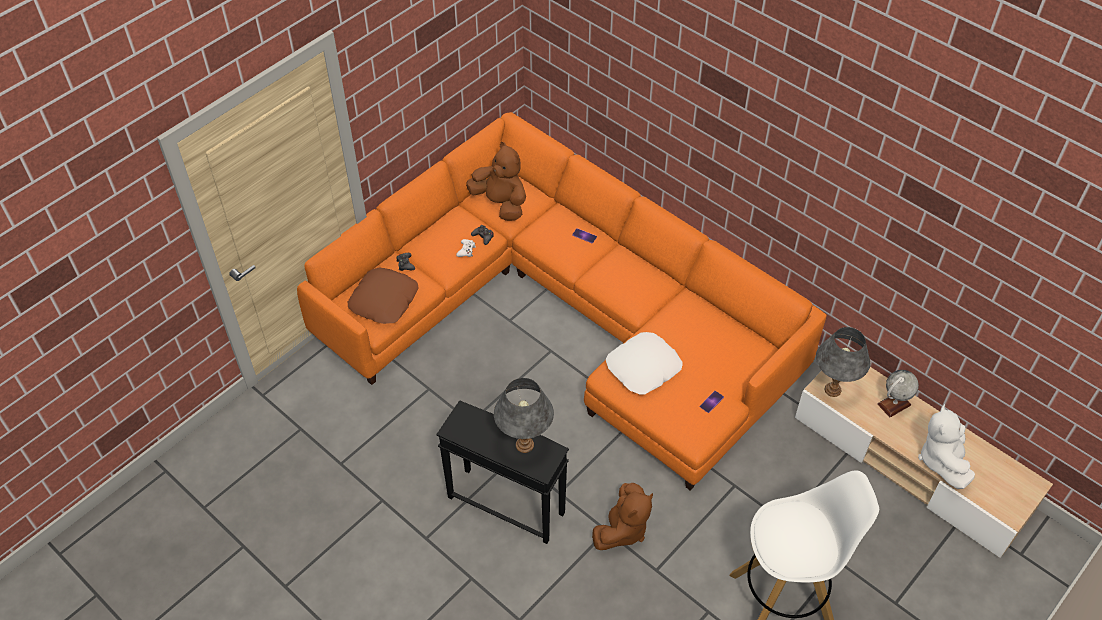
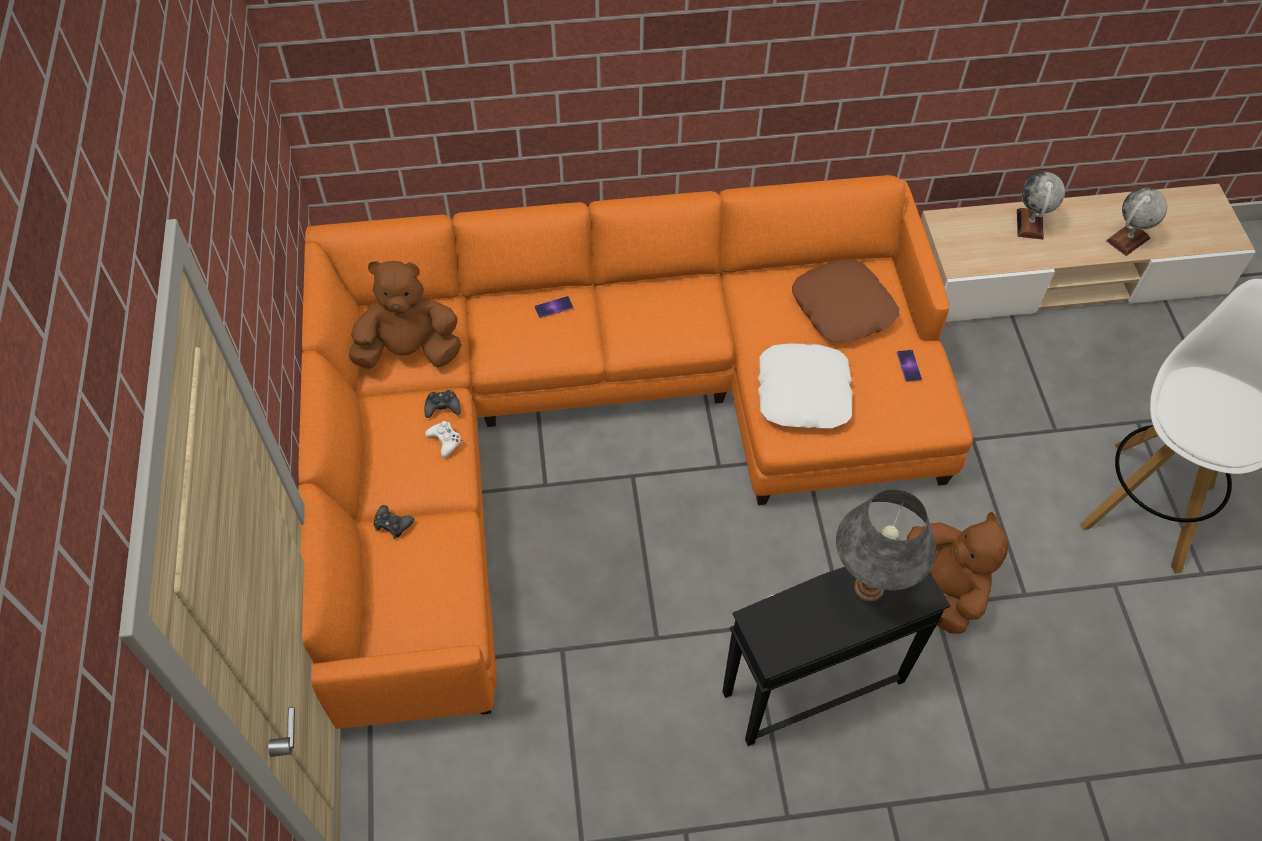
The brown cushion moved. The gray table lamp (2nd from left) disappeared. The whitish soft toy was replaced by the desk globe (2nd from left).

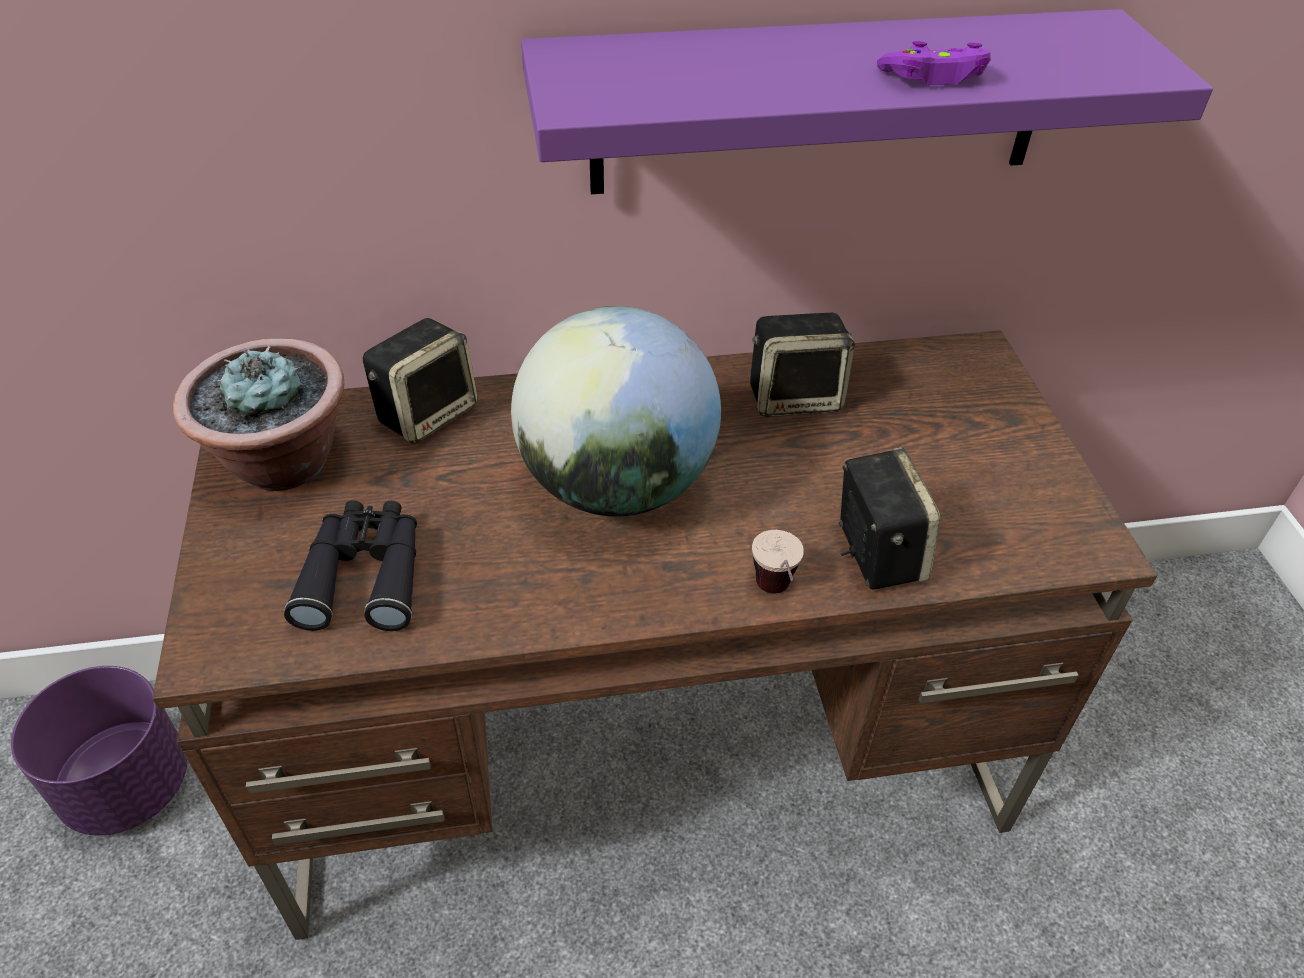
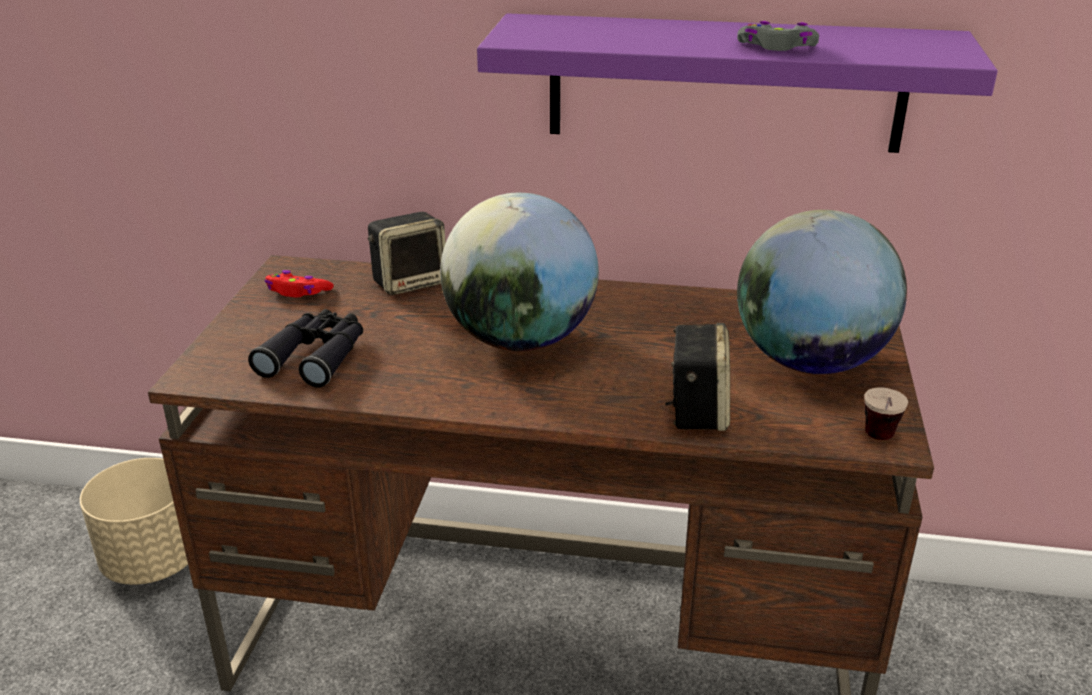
The purple plant pot became the beige-coloured plant pot. The houseplant was replaced by the red-coloured game controller. The audio speaker (2nd from left) disappeared. The small cup moved. The purple game controller became the gray game controller. The desk globe (2nd from left) appeared.

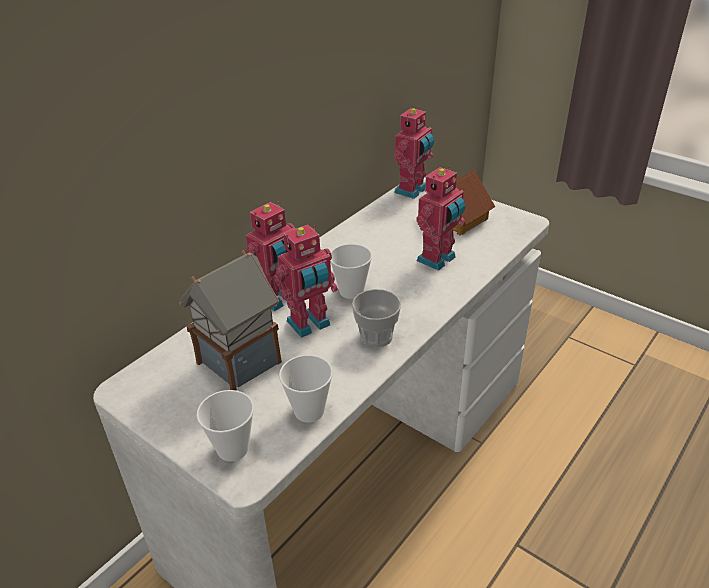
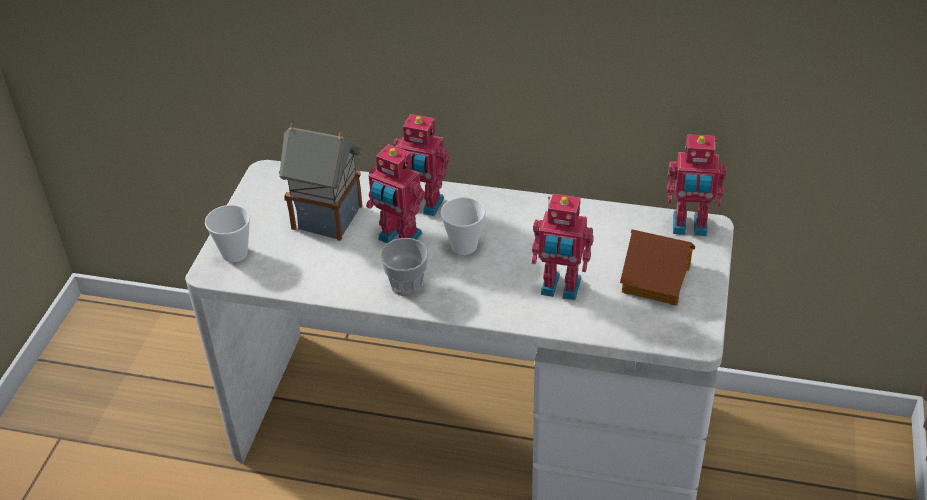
The small cup (2nd from left) disappeared.

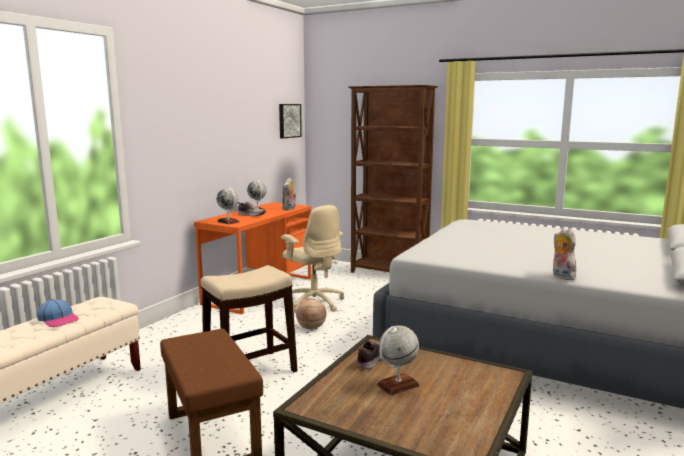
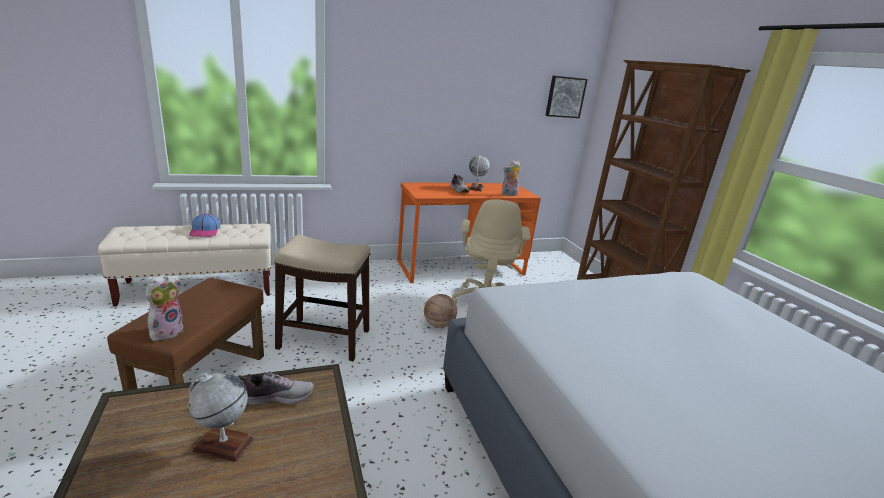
The desk globe (1st from left) disappeared. The soft toy (2nd from left in the first image) moved.

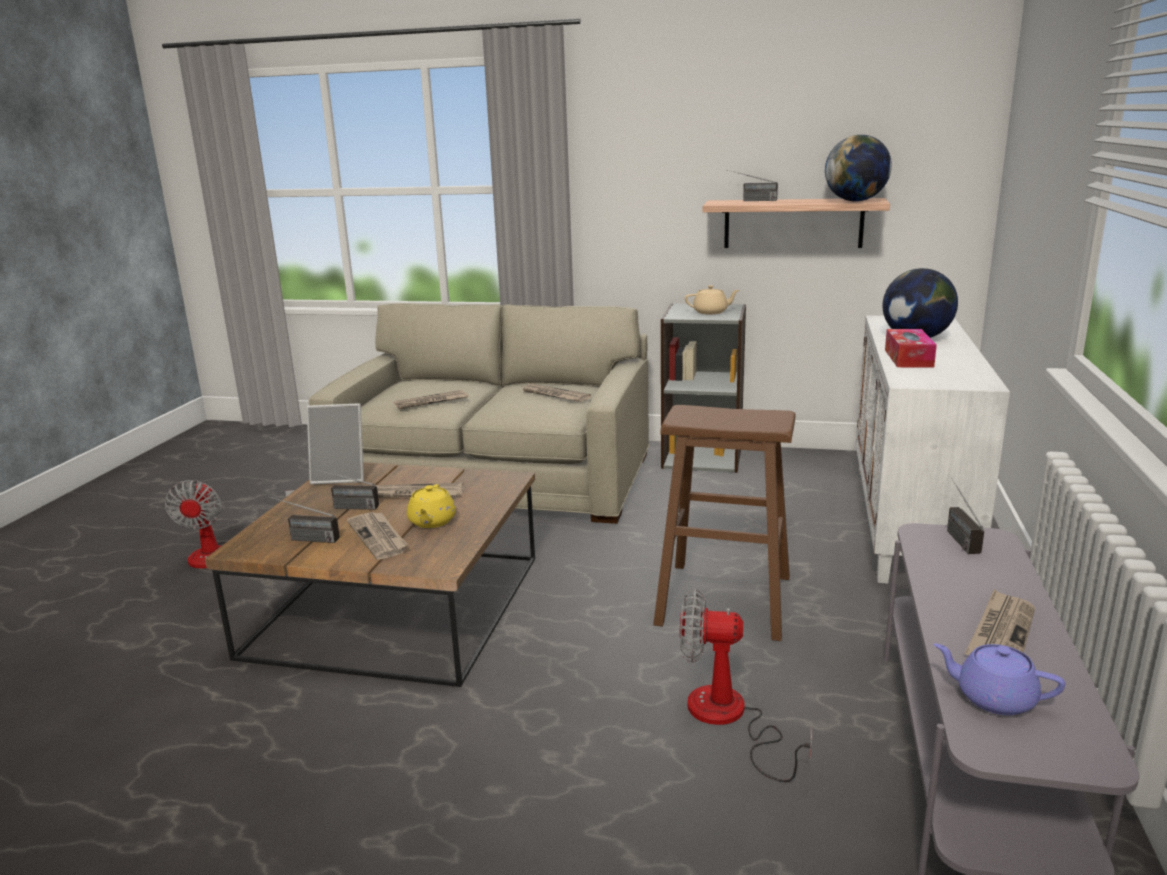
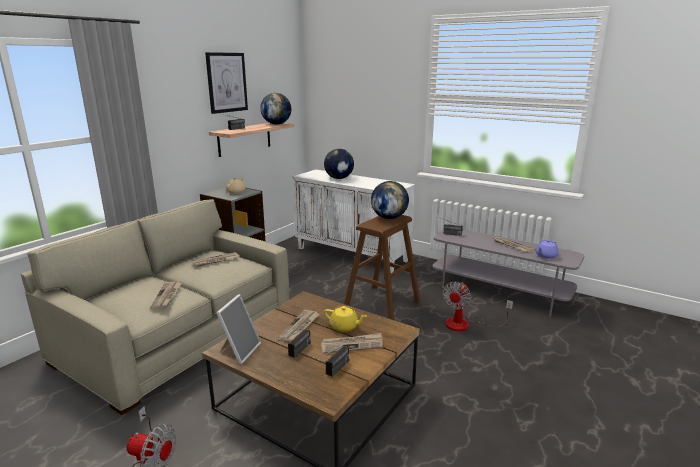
The box of tissues disappeared. The wall art appeared. The desk globe (3rd from left) appeared.

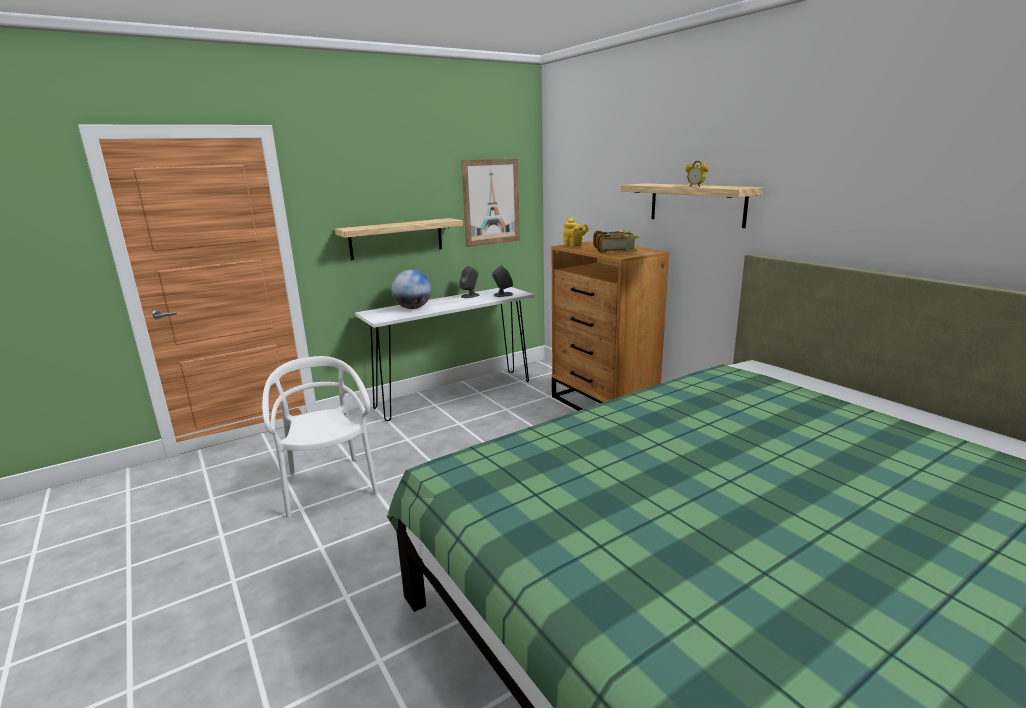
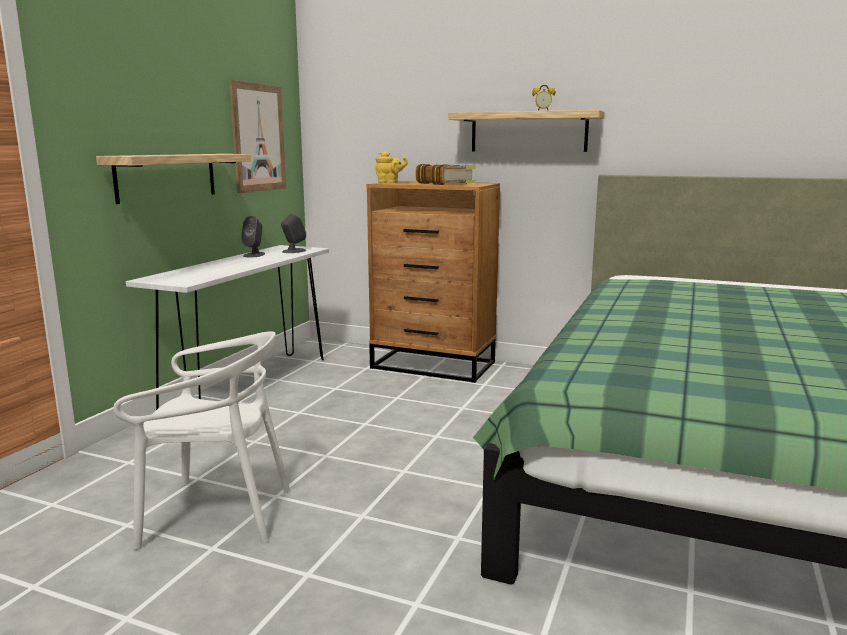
The whitish upright chair turned 150 degrees clockwise. The desk globe disappeared.

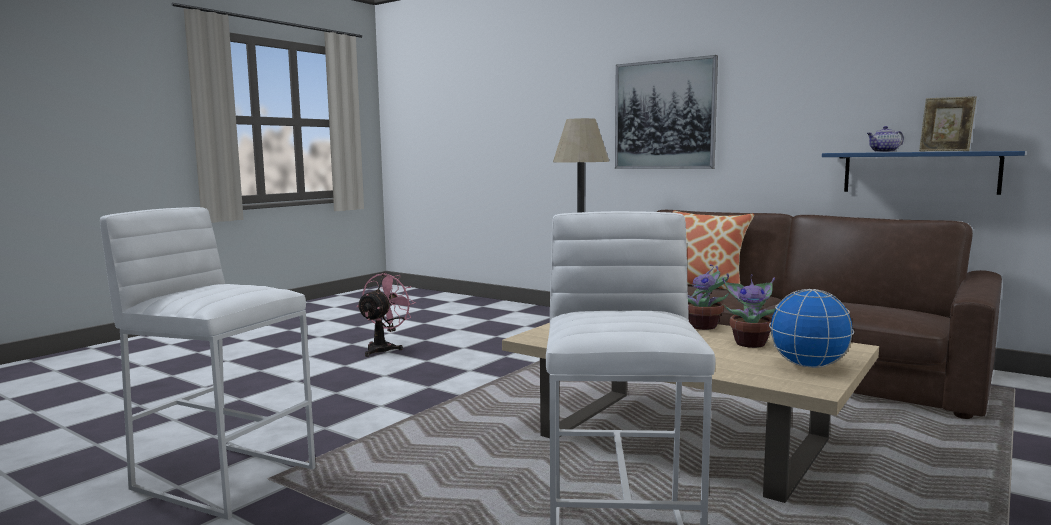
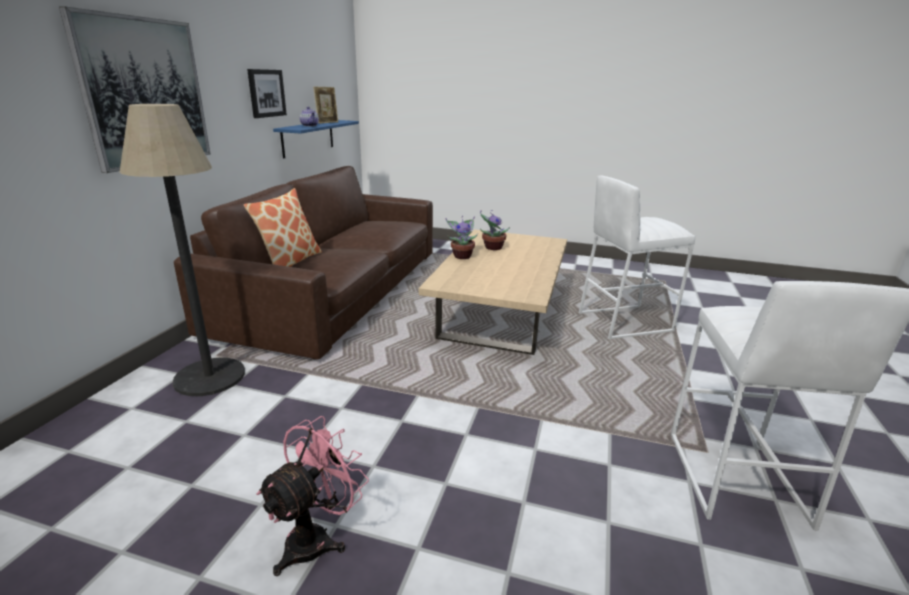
The pink electric fan turned 120 degrees clockwise. The desk globe disappeared. The wall art (2nd from left) appeared.

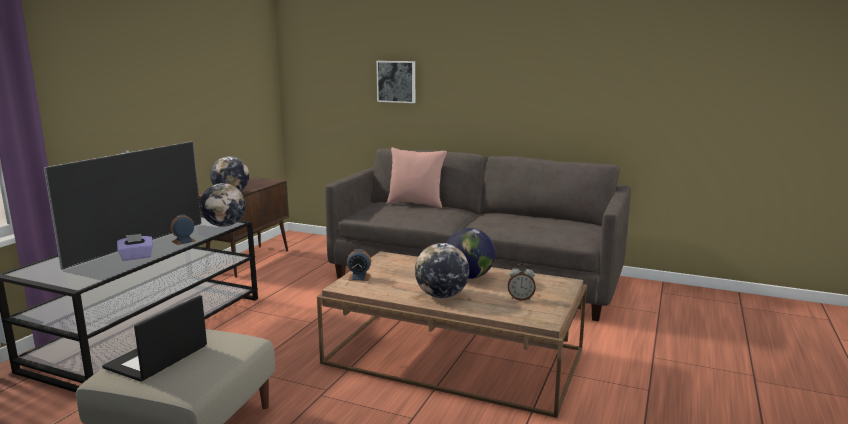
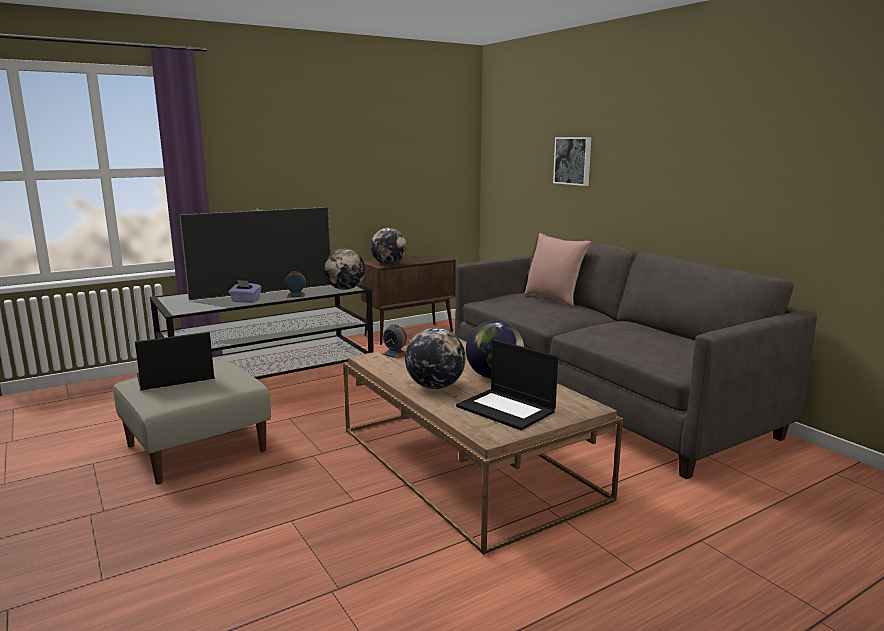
The table clock (3rd from left) was replaced by the laptop (2nd from left).

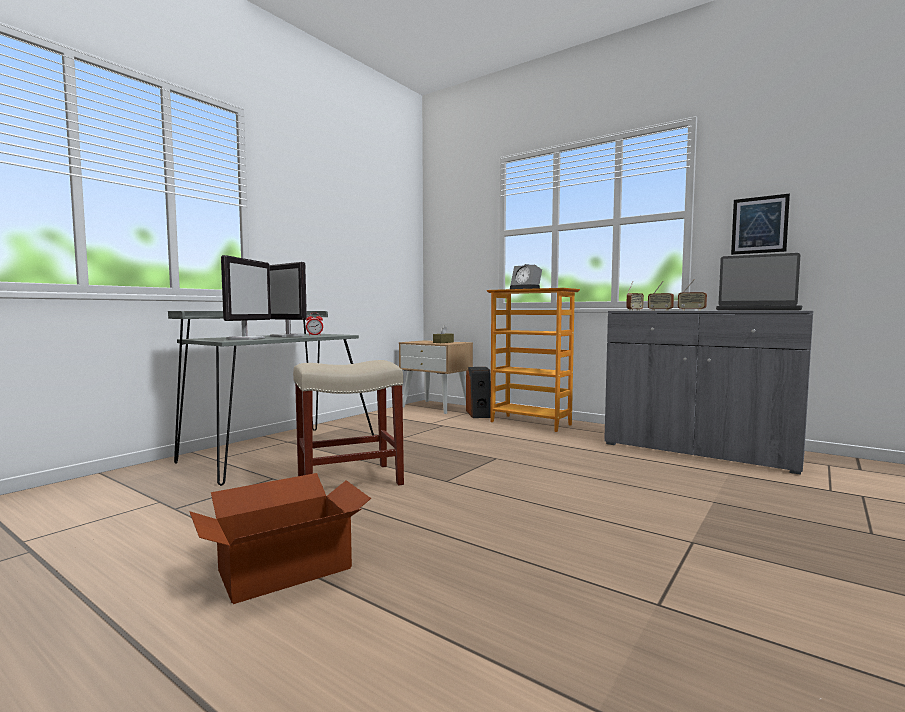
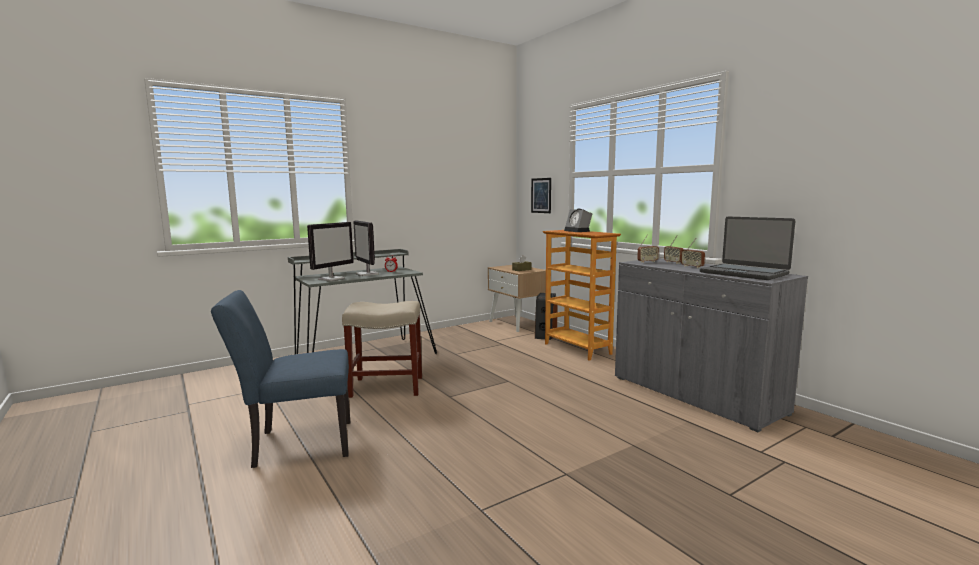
The packing box was replaced by the bluish upright chair. The wall art moved.

